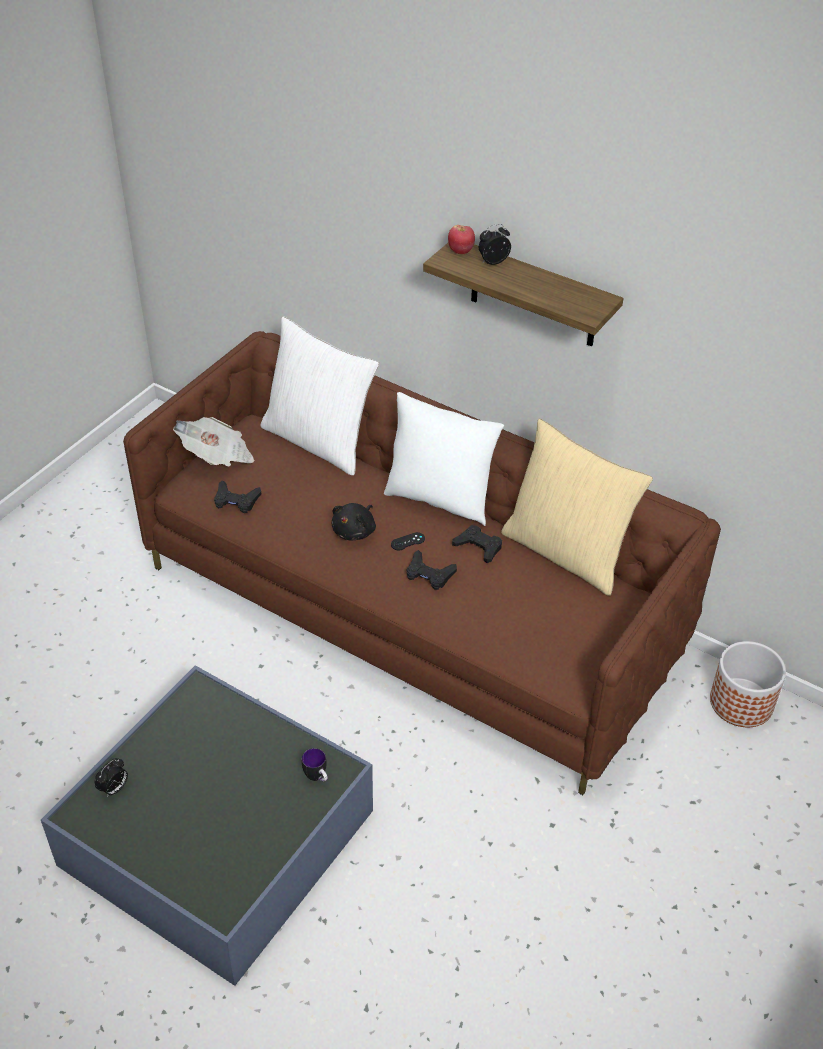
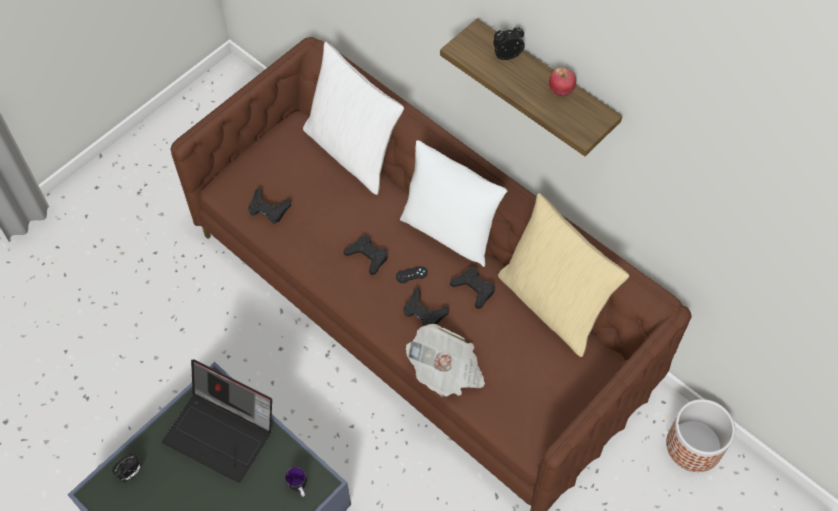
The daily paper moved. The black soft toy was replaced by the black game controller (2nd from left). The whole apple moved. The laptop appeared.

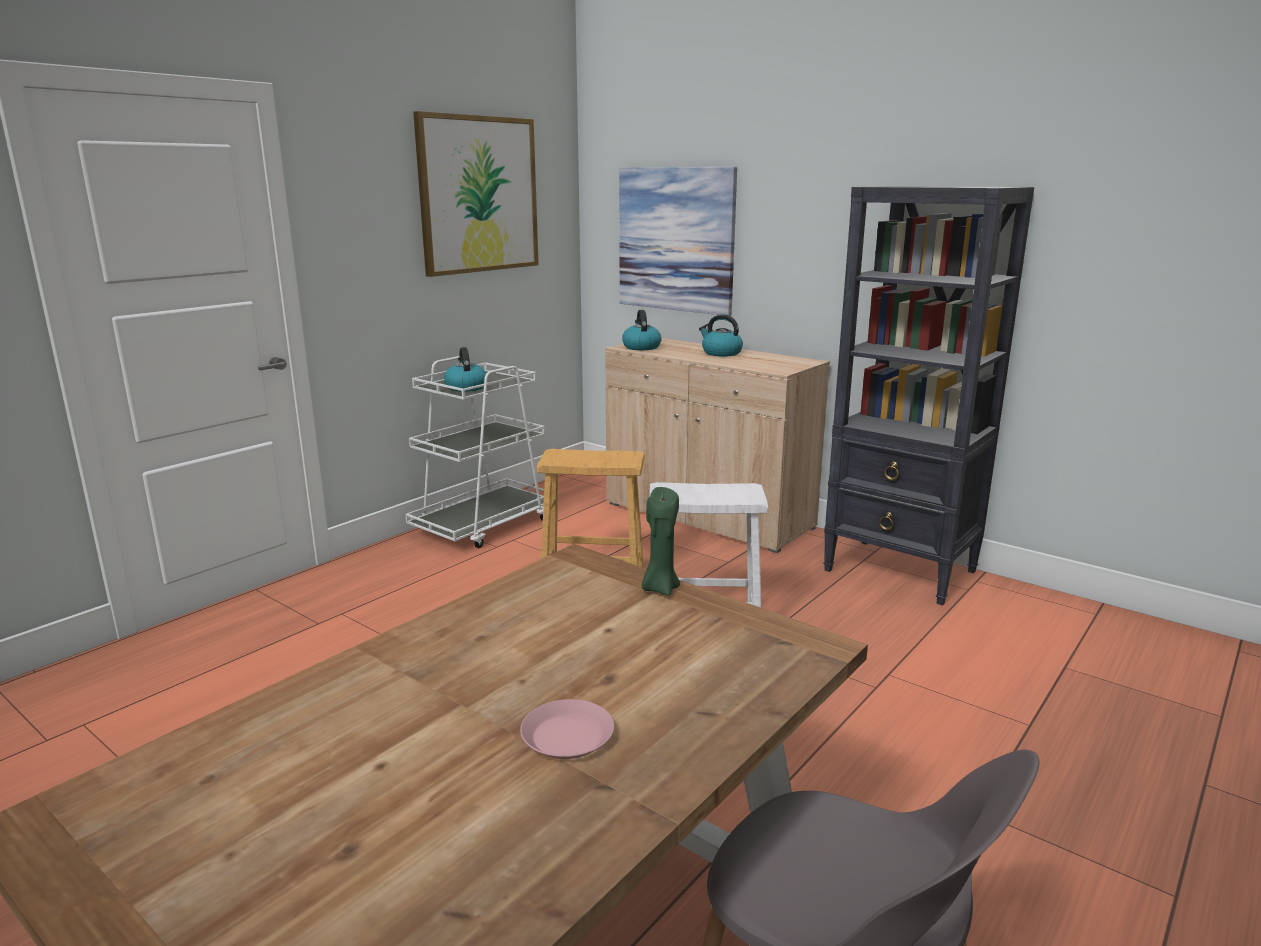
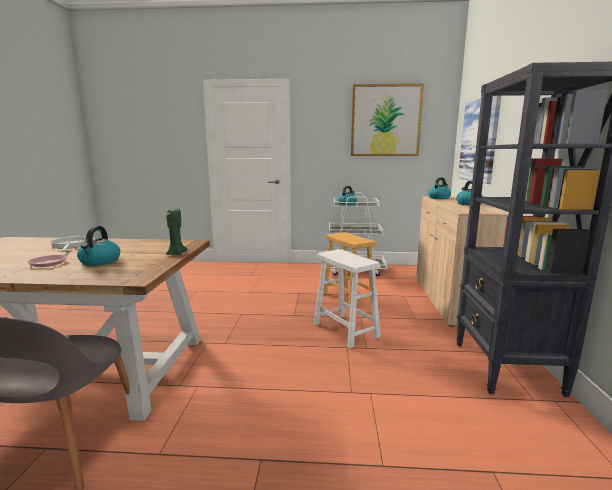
The skillet appeared. The kettle (1st from left) appeared.

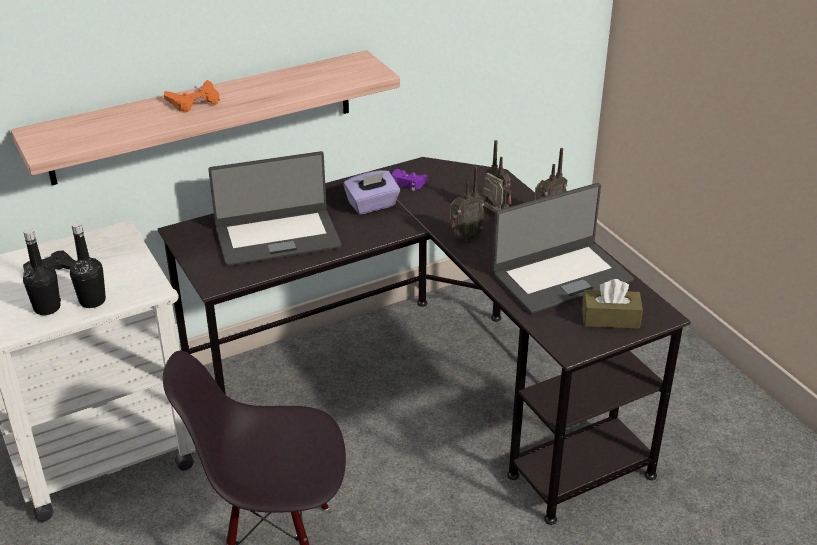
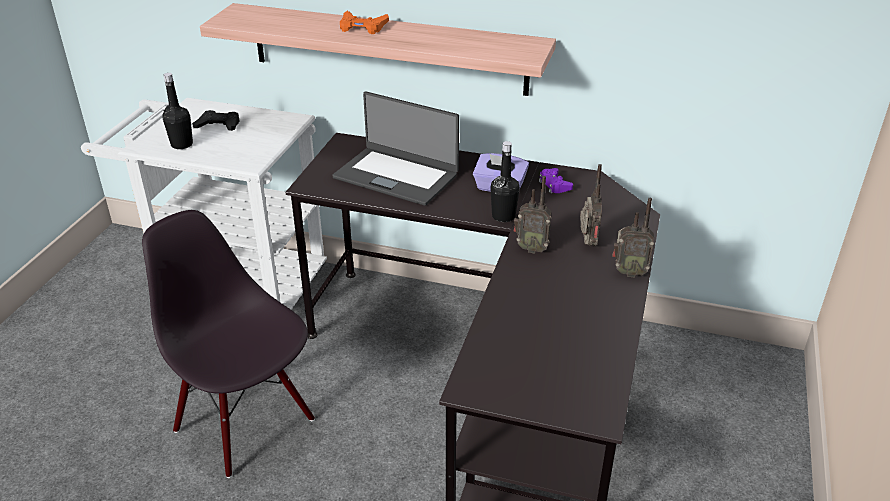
The black beverage bottle (2nd from left) moved. The laptop (2nd from left) disappeared. The brown box of tissues disappeared.

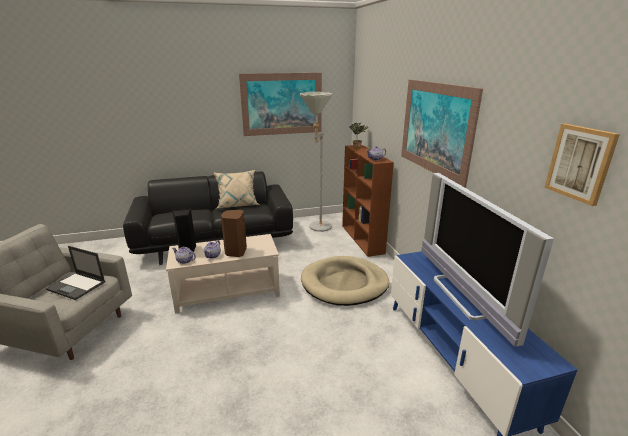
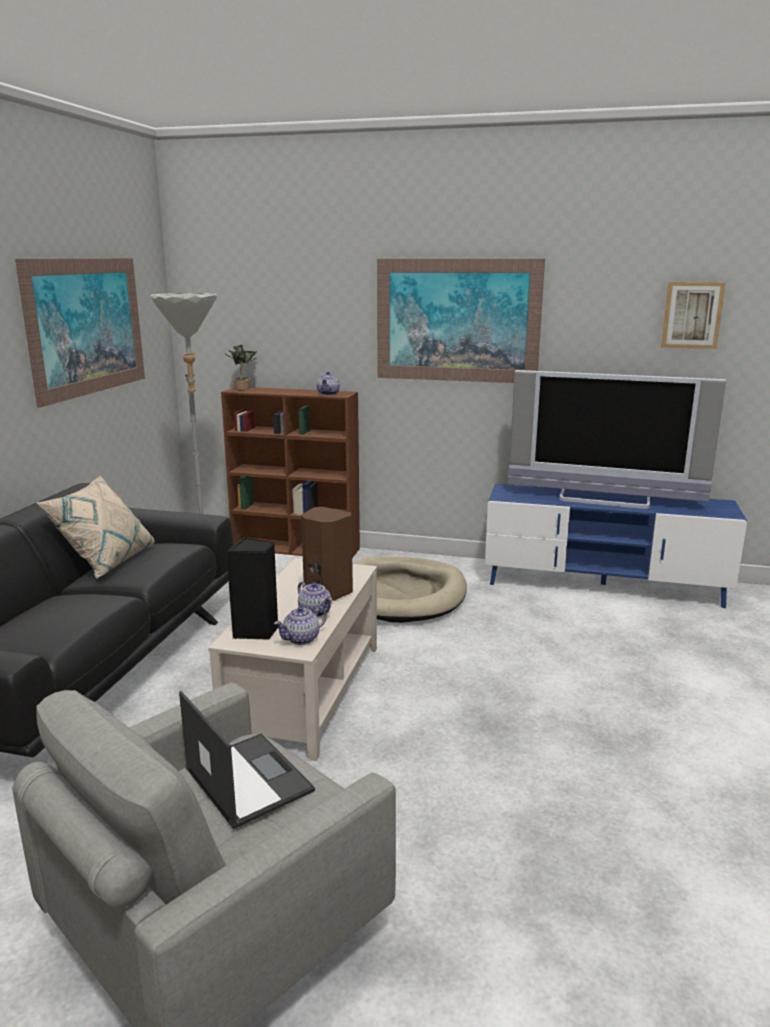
The laptop turned 90 degrees counterclockwise.

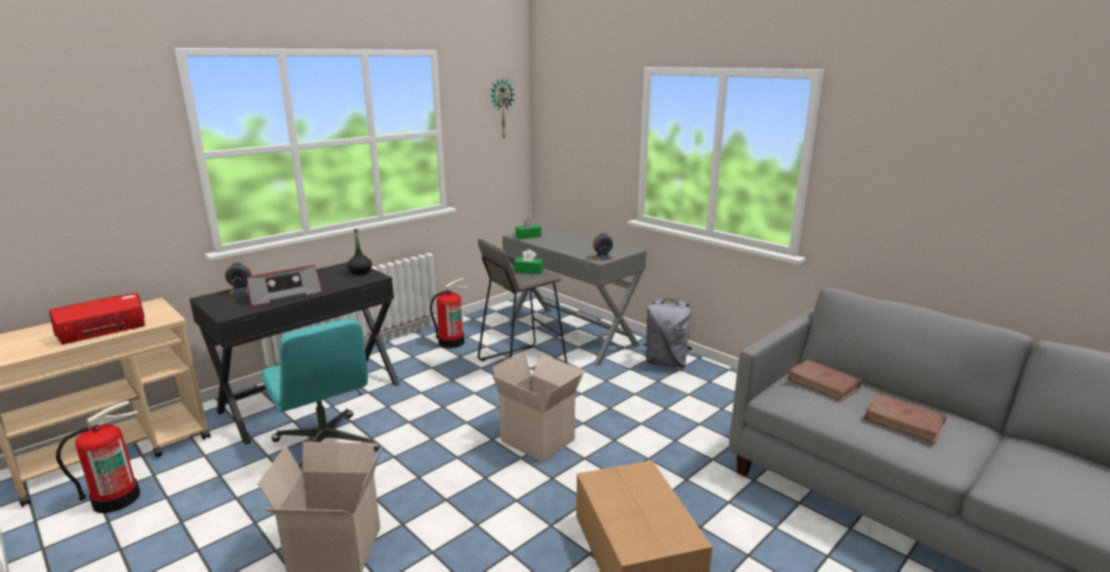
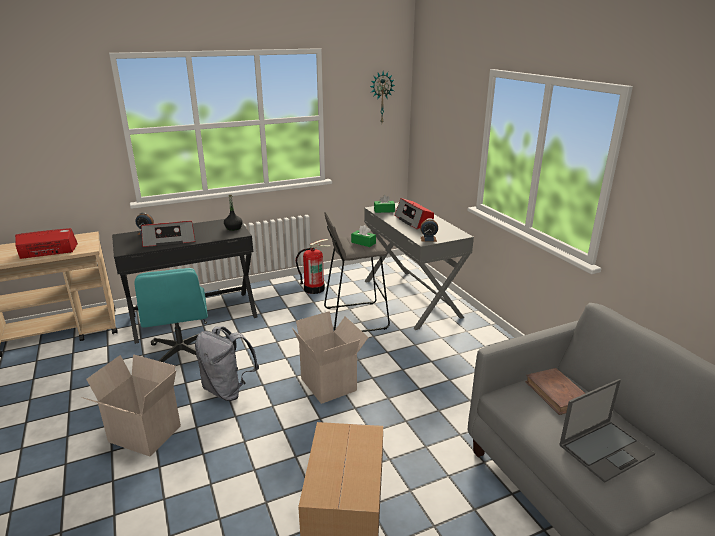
The fire extinguisher (1st from left) disappeared. The gray rucksack moved. The brown volume (2nd from left) was replaced by the laptop. The radio receiver (3rd from left) appeared.

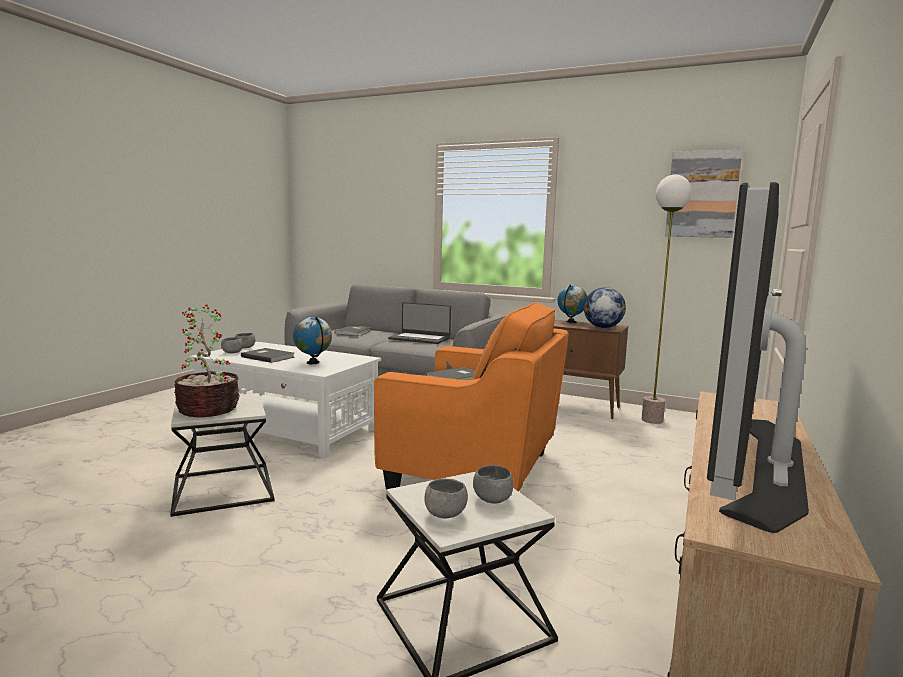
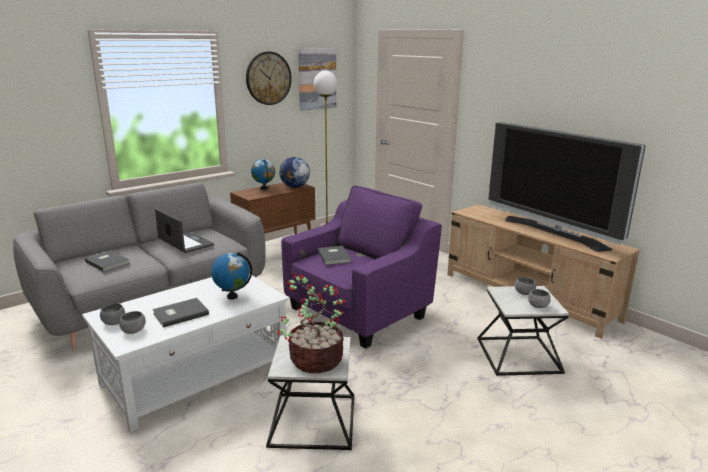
The orangey armchair became the purple armchair. The laptop turned 90 degrees counterclockwise. The clock on the wall appeared.

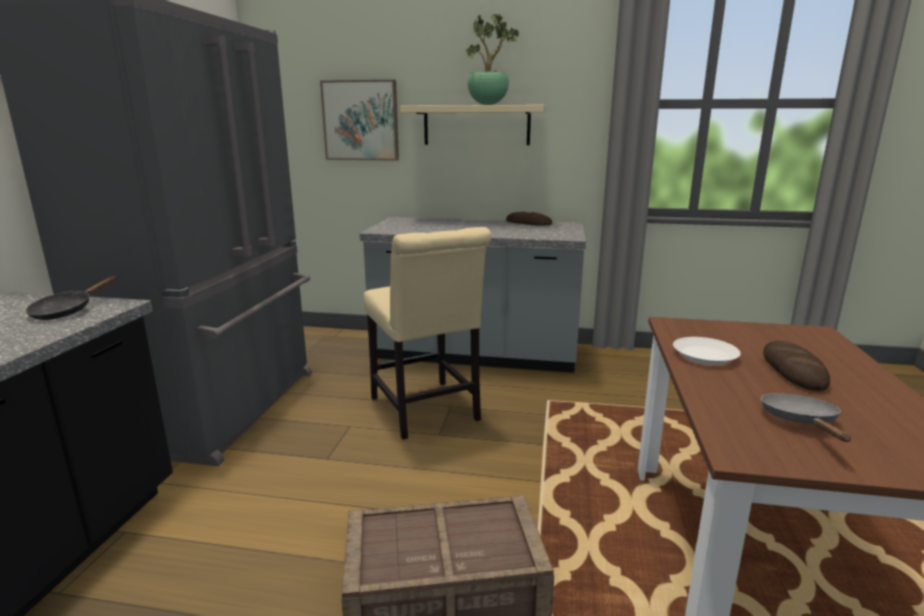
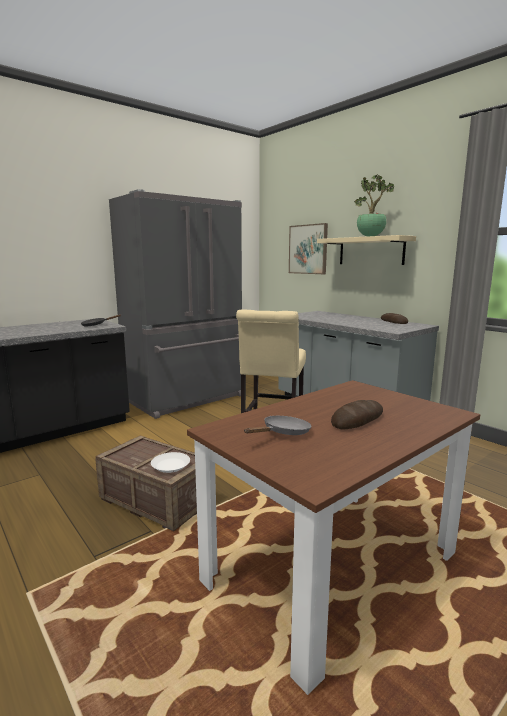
The whitish flat dish moved.

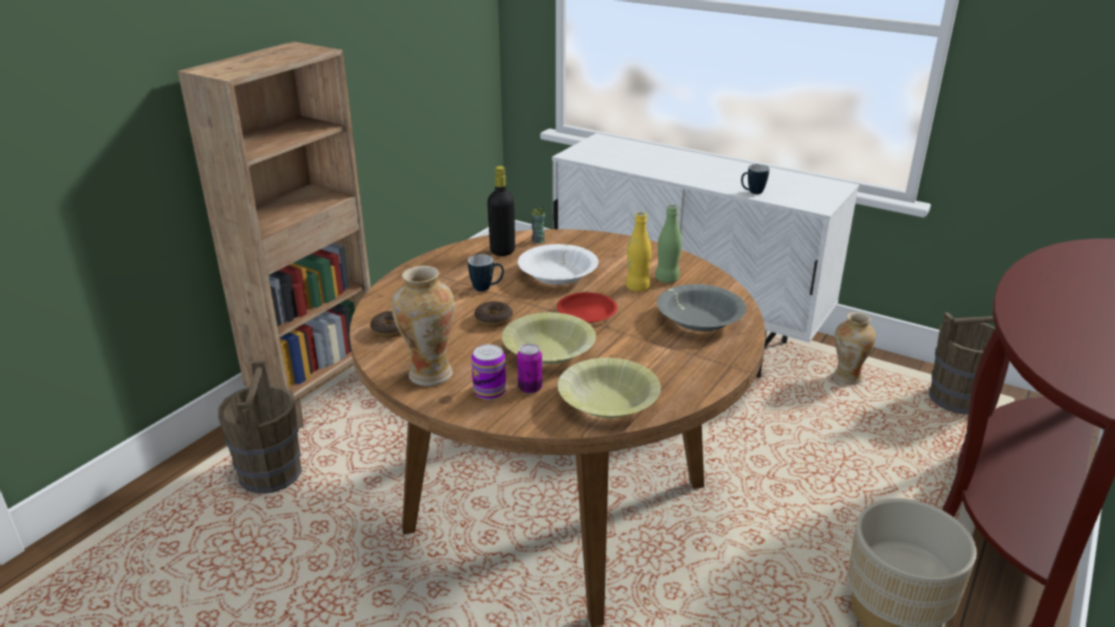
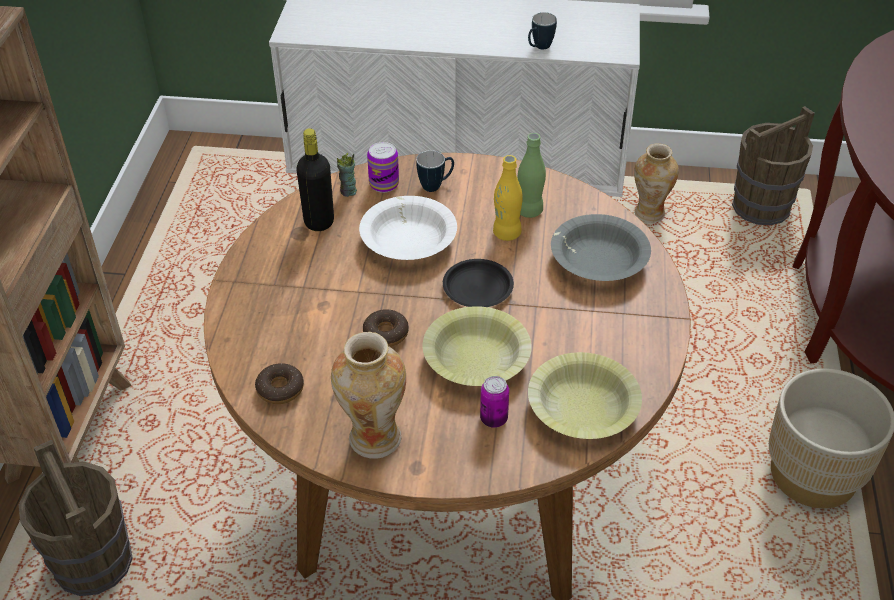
The coffee mug (1st from left) moved. The can (1st from left) moved. The red-coloured flat dish became the black flat dish.

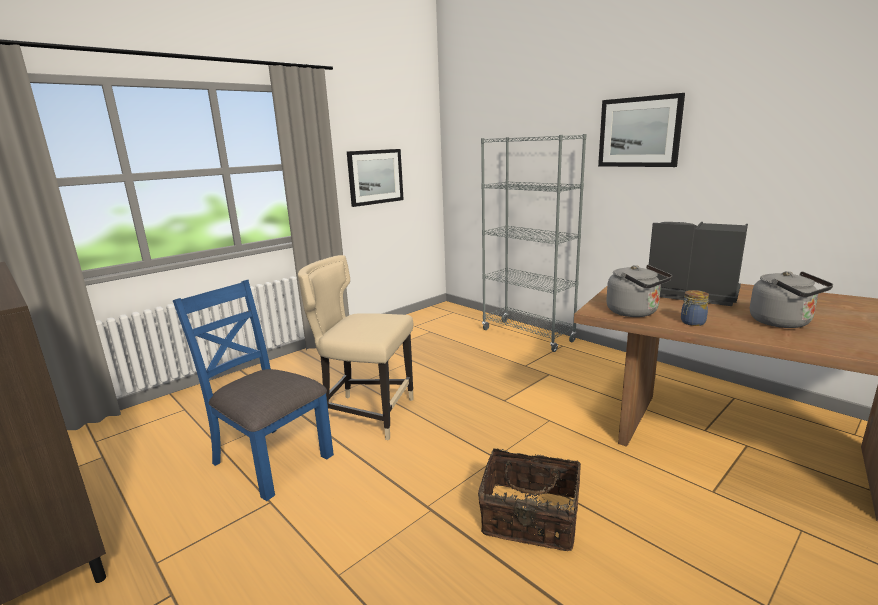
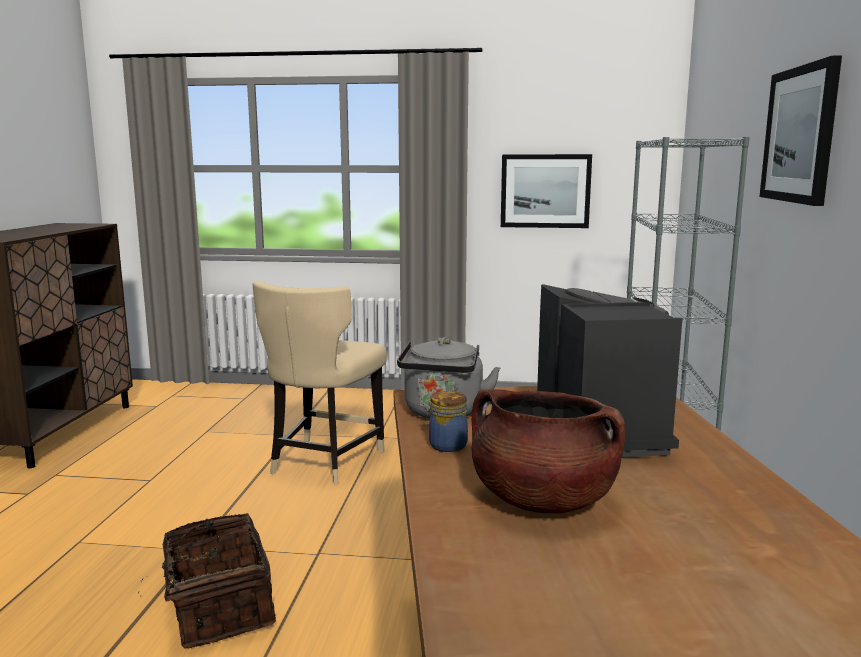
The bluish upright chair disappeared. The beige-coloured upright chair turned 135 degrees counterclockwise. The gray kettle (2nd from left) was replaced by the brown stockpot.

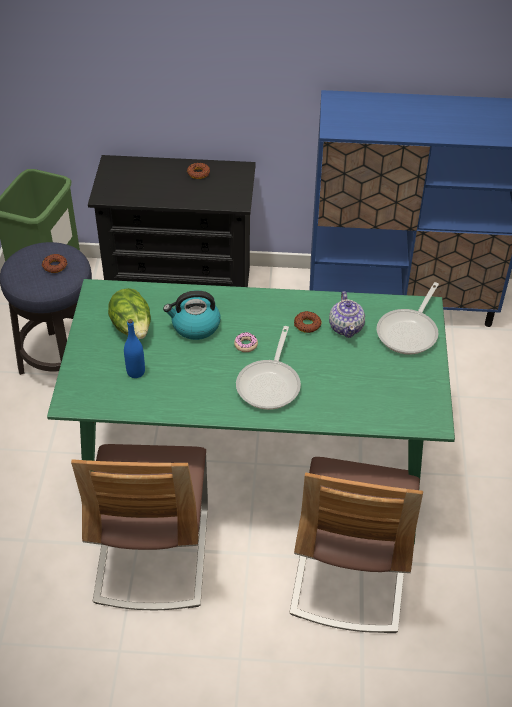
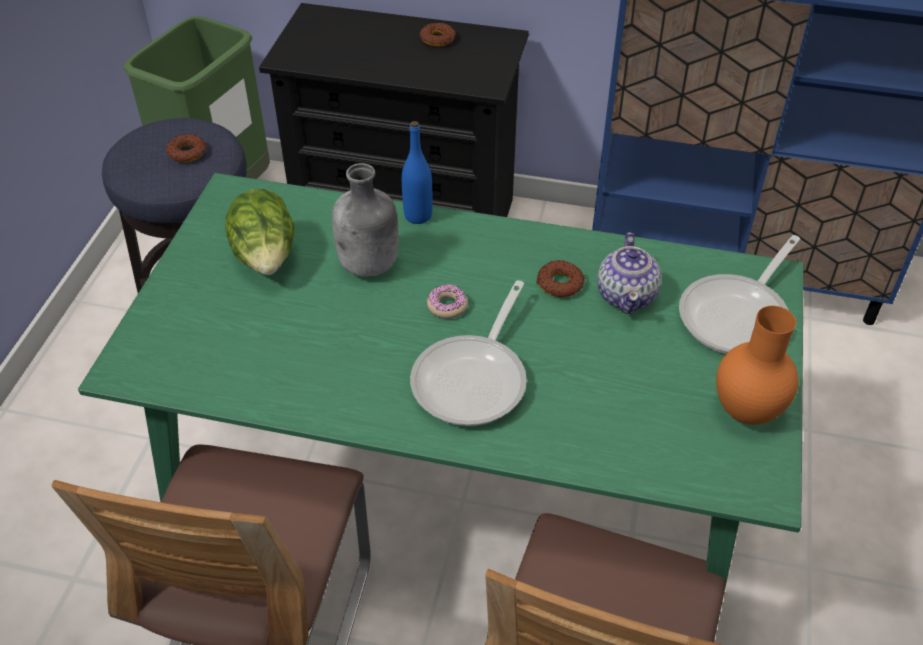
The bluish beverage bottle moved. The kettle was replaced by the gray beverage bottle. The orangey vase appeared.

